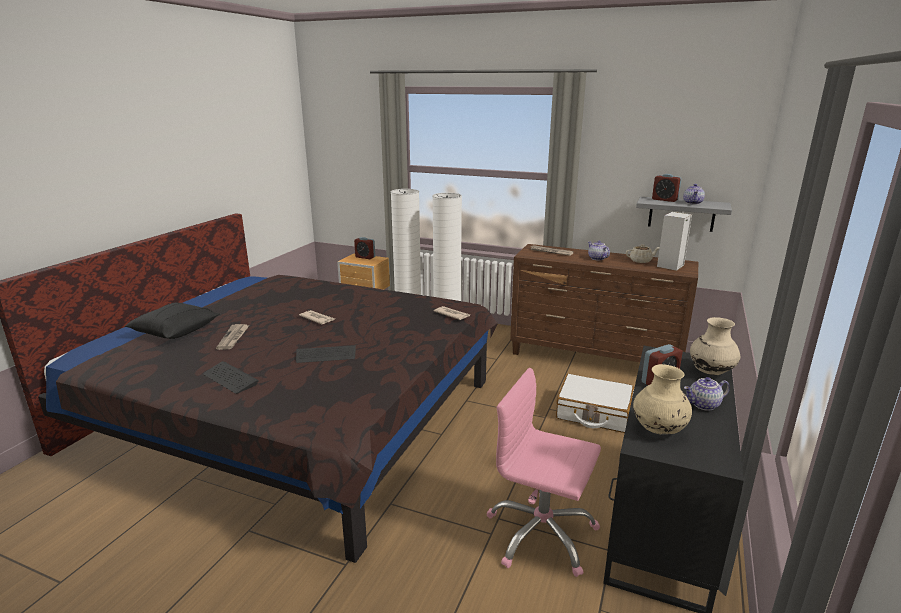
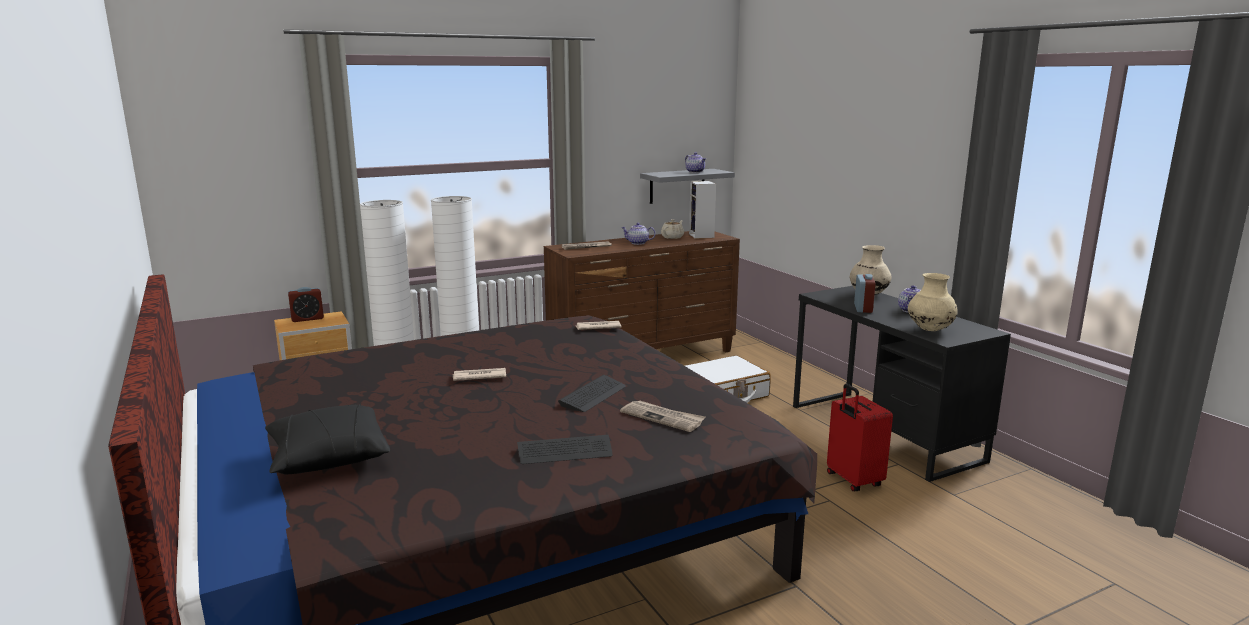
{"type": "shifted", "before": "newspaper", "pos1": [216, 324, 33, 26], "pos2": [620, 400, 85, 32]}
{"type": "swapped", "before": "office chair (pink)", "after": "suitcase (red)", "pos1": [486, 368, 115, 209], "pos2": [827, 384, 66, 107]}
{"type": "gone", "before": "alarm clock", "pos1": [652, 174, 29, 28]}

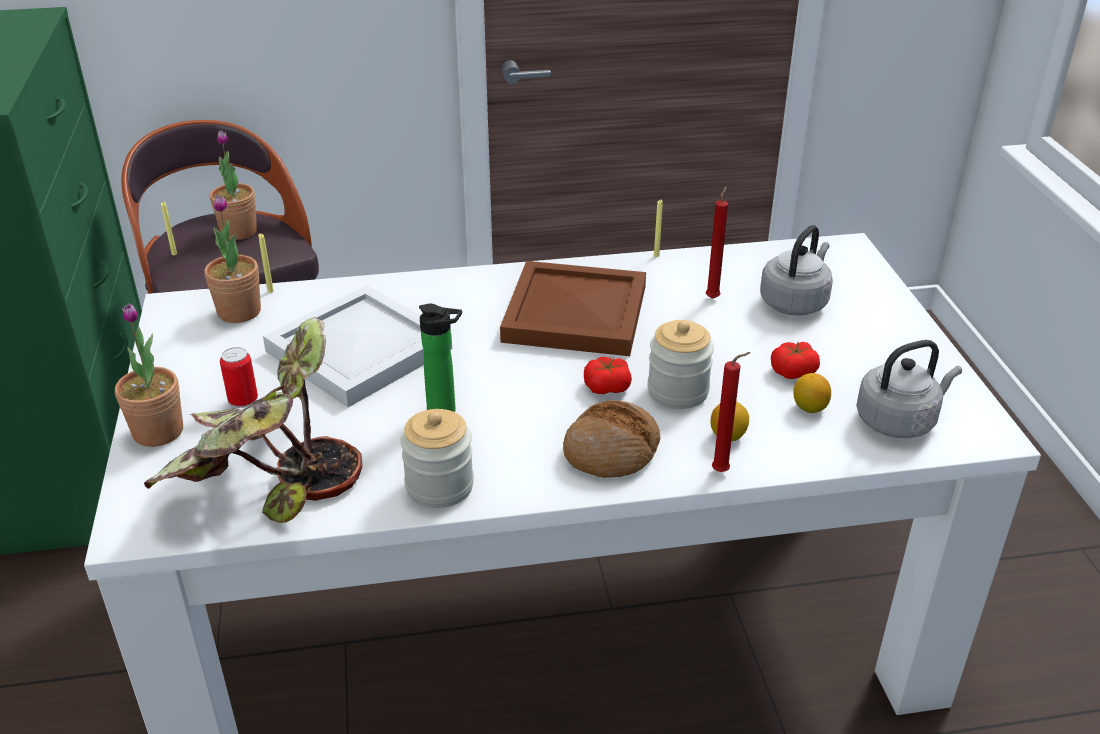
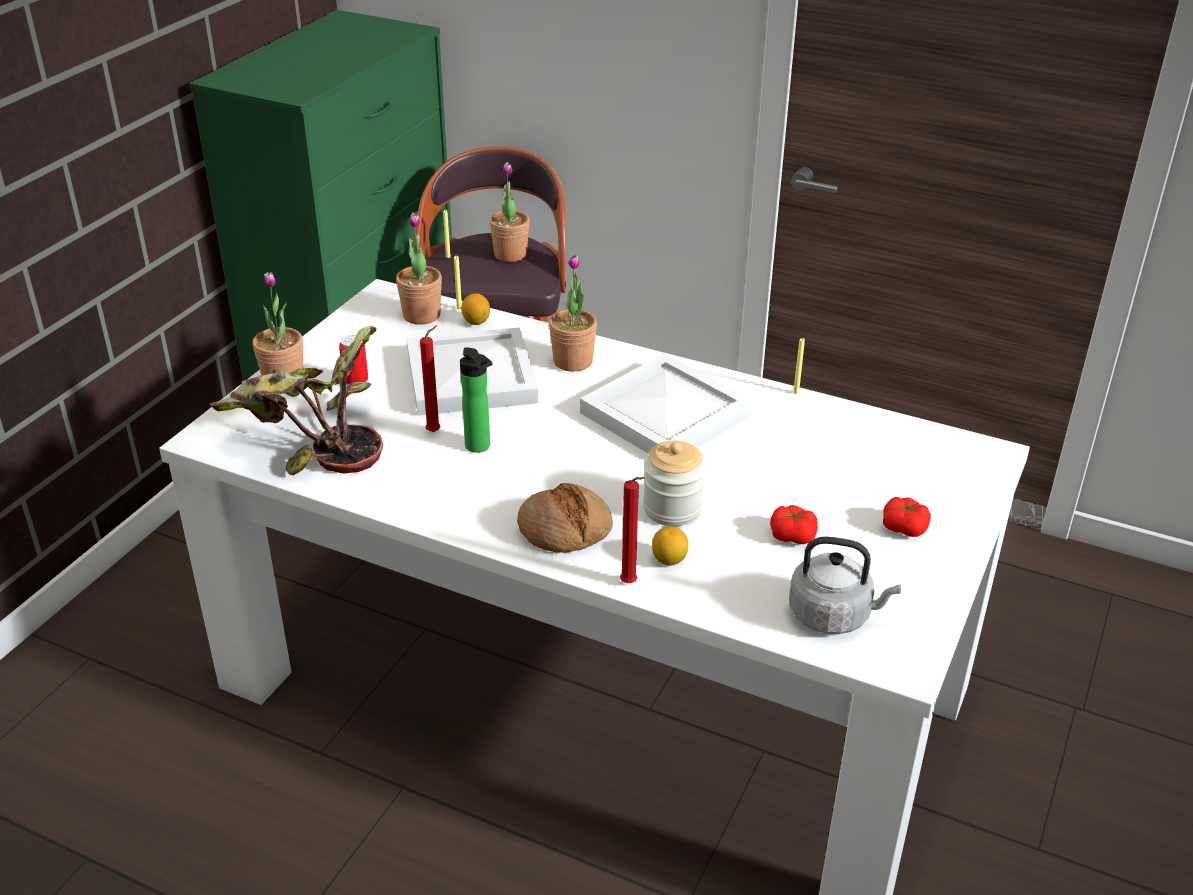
{"type": "shifted", "before": "candle (red)", "pos1": [706, 186, 22, 113], "pos2": [420, 325, 20, 107]}
{"type": "shifted", "before": "lemon", "pos1": [793, 373, 38, 40], "pos2": [461, 293, 29, 32]}
{"type": "new", "after": "potted plant", "pos2": [549, 254, 48, 118]}
{"type": "repainted", "before": "tray (brown)", "after": "tray (white)", "pos1": [500, 261, 146, 95], "pos2": [580, 354, 173, 100]}
{"type": "shifted", "before": "tomato", "pos1": [584, 357, 48, 37], "pos2": [883, 497, 48, 40]}
{"type": "gone", "before": "jar", "pos1": [400, 409, 74, 99]}
{"type": "gone", "before": "kettle (grey)", "pos1": [760, 225, 73, 91]}

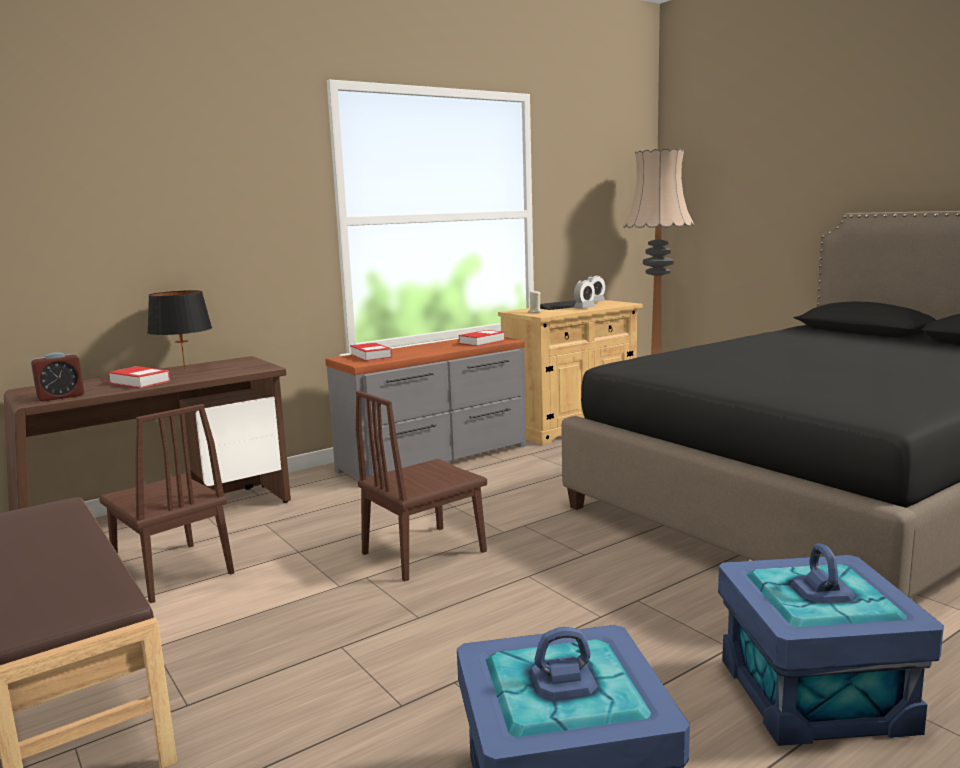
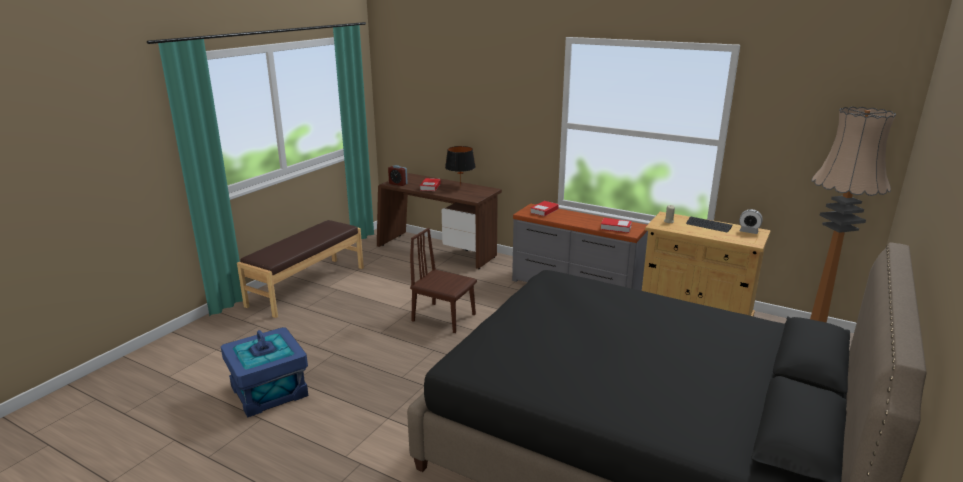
{"type": "gone", "before": "chair (brown)", "pos1": [99, 404, 135, 199]}
{"type": "gone", "before": "alarm clock", "pos1": [574, 280, 21, 29]}
{"type": "gone", "before": "storage box (blue)", "pos1": [718, 543, 226, 203]}

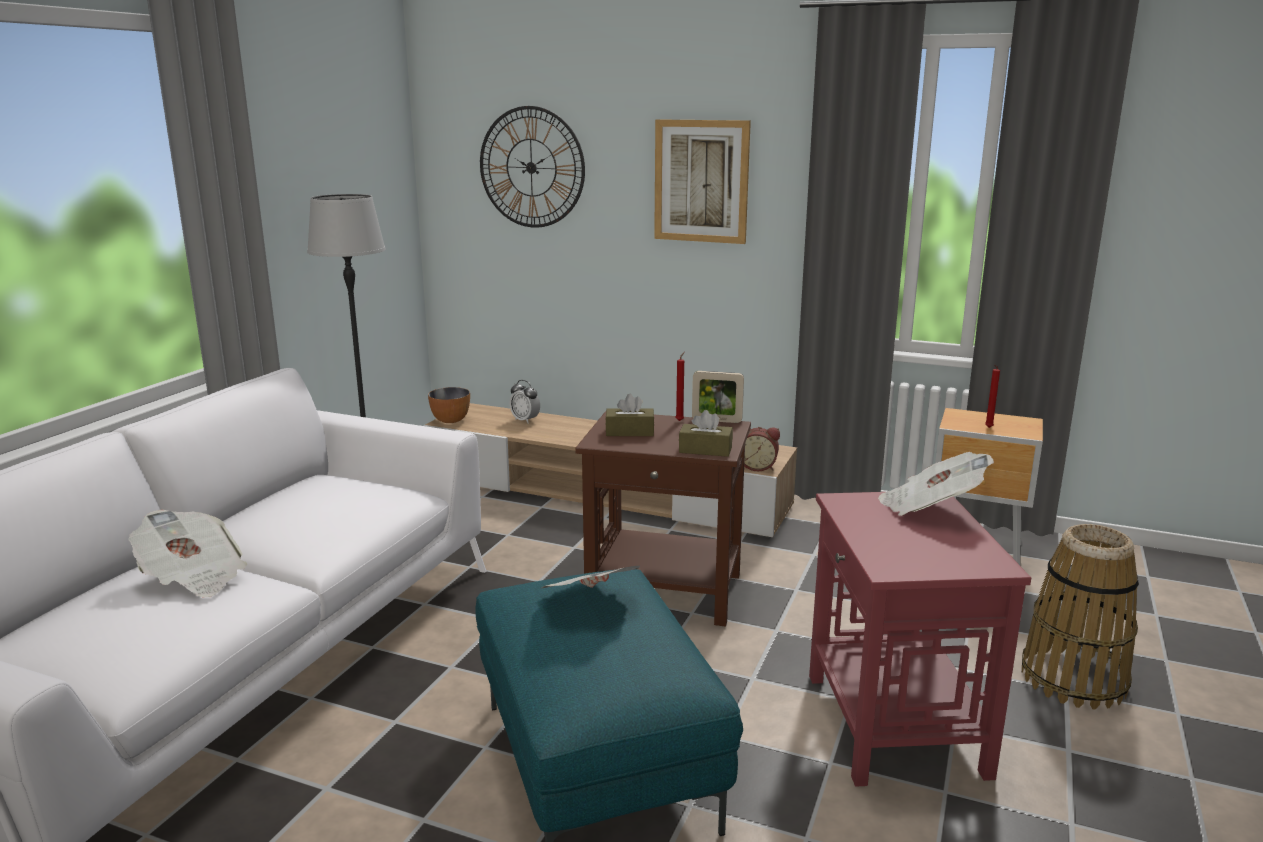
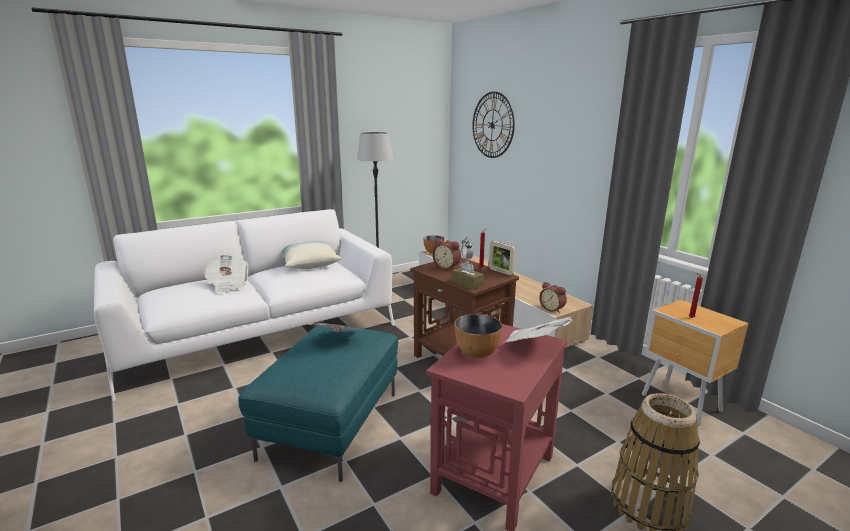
{"type": "new", "after": "pillow", "pos2": [283, 241, 59, 28]}
{"type": "swapped", "before": "tissue box (brown)", "after": "alarm clock", "pos1": [605, 394, 49, 42], "pos2": [433, 238, 28, 32]}
{"type": "new", "after": "bowl", "pos2": [454, 314, 48, 44]}
{"type": "gone", "before": "picture", "pos1": [654, 119, 97, 125]}

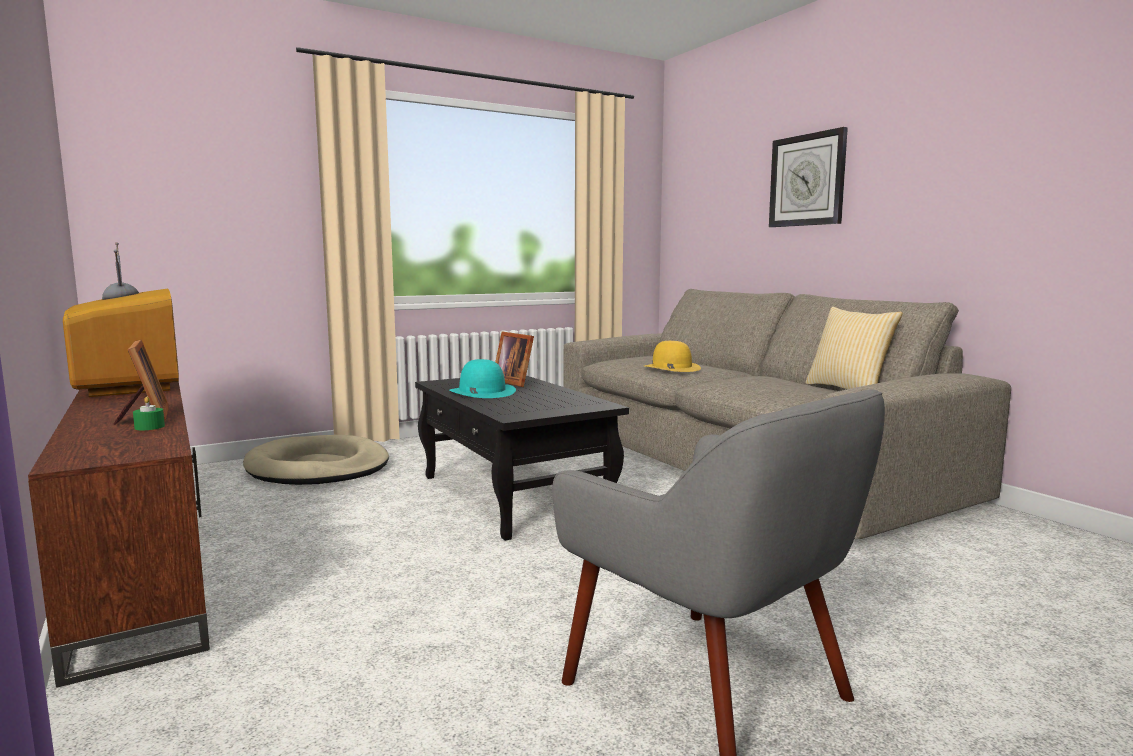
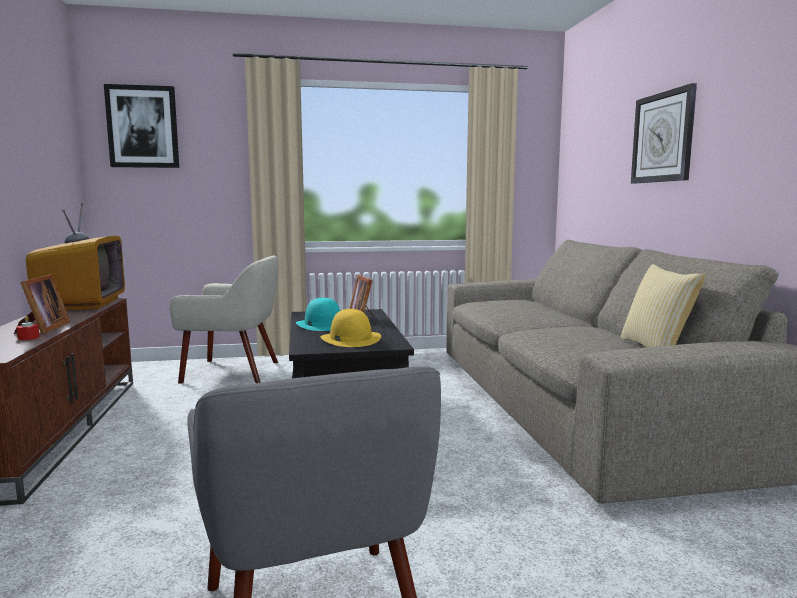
{"type": "repainted", "before": "candle (green)", "after": "candle (red)", "pos1": [133, 397, 32, 33], "pos2": [16, 316, 24, 24]}
{"type": "new", "after": "picture", "pos2": [104, 84, 75, 84]}
{"type": "swapped", "before": "dog bed (beige)", "after": "armchair (beige)", "pos1": [243, 435, 146, 50], "pos2": [170, 256, 108, 128]}
{"type": "shifted", "before": "hat (yellow)", "pos1": [645, 341, 56, 31], "pos2": [321, 309, 60, 38]}

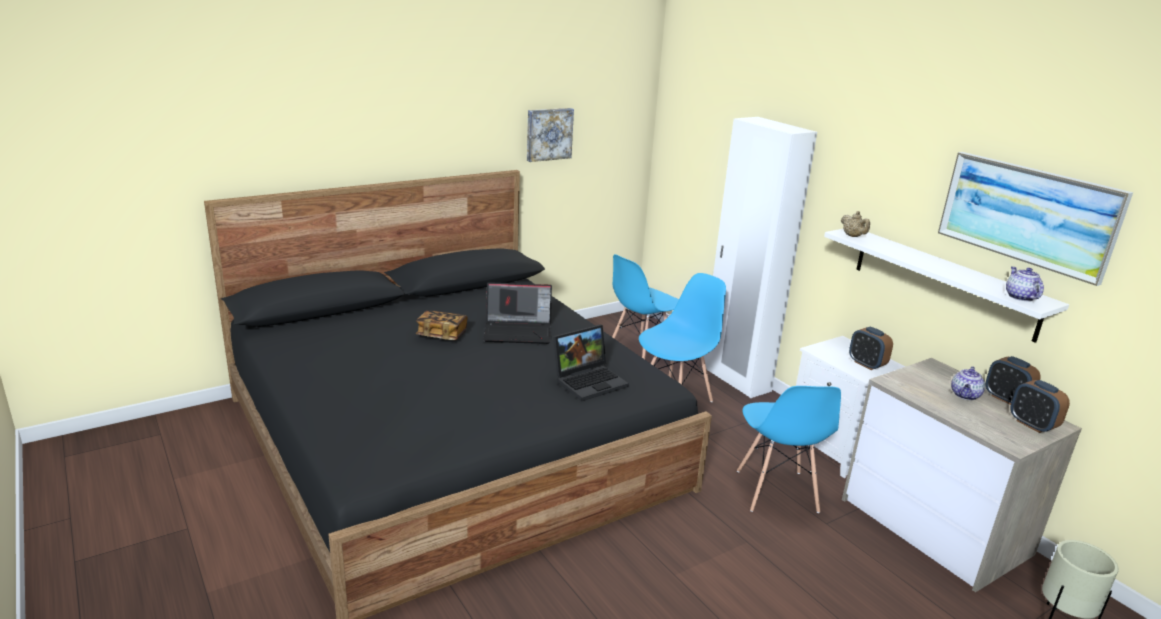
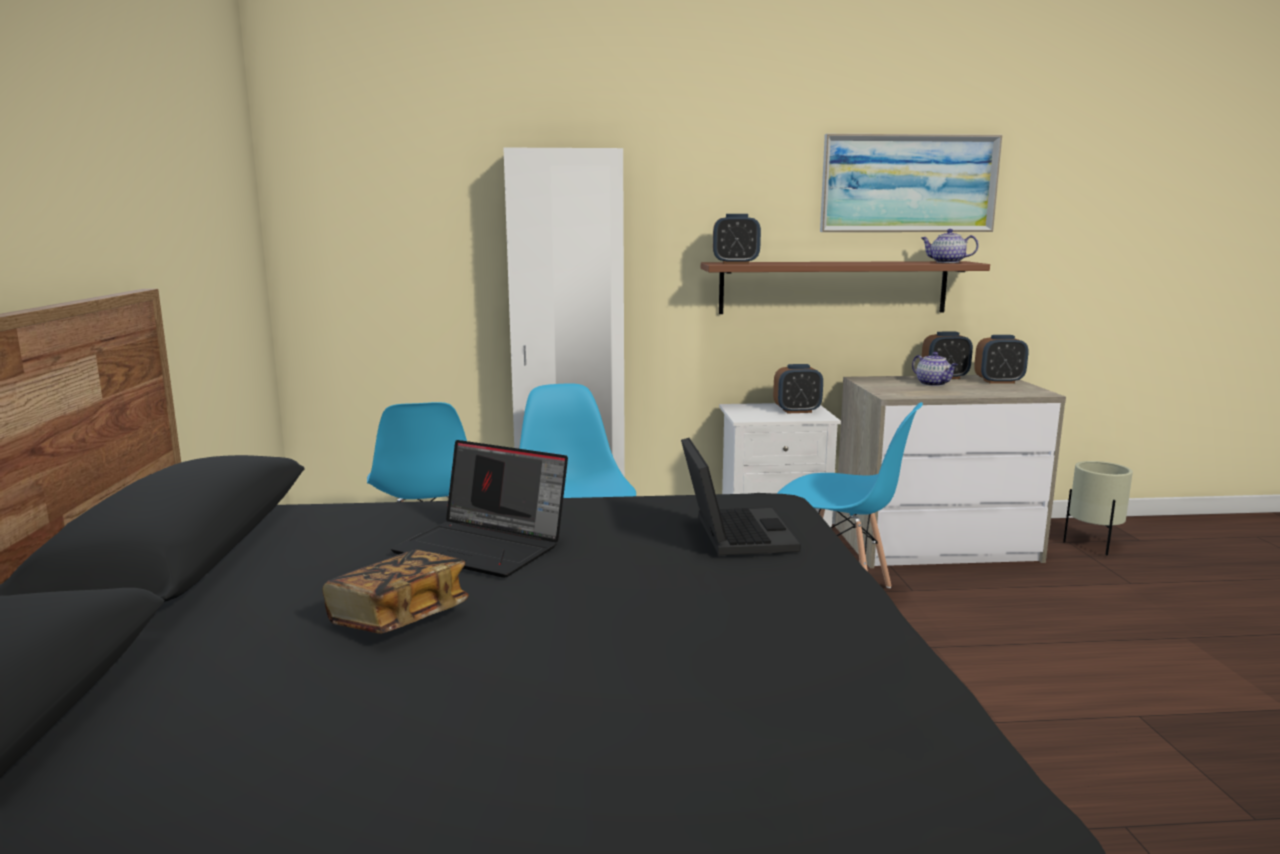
{"type": "rotated", "before": "laptop", "pos1": [483, 282, 69, 62], "pos2": [391, 440, 177, 138], "turn": 90}
{"type": "repainted", "before": "shelf (white)", "after": "shelf (brown)", "pos1": [824, 229, 245, 114], "pos2": [701, 261, 289, 53]}
{"type": "swapped", "before": "teapot (beige)", "after": "alarm clock", "pos1": [841, 211, 29, 26], "pos2": [713, 214, 48, 50]}
{"type": "gone", "before": "picture", "pos1": [527, 108, 47, 54]}

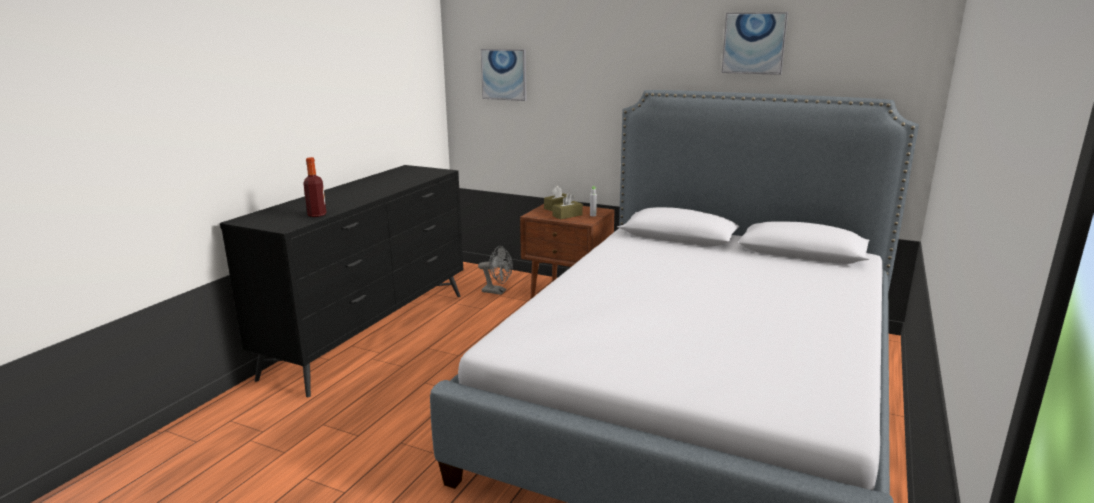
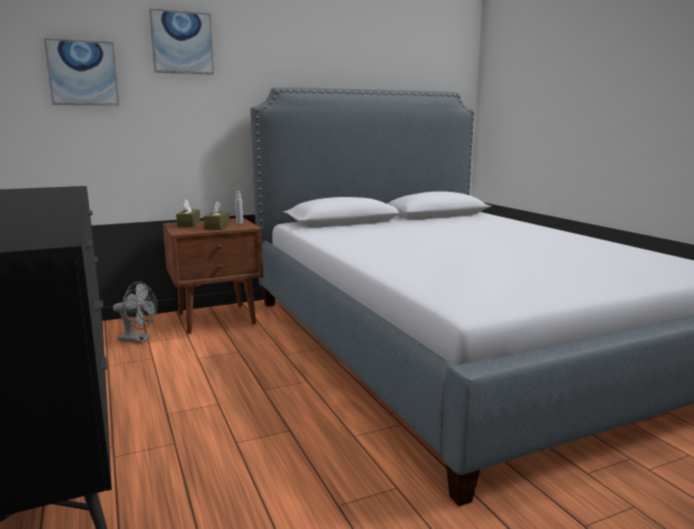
{"type": "rotated", "before": "fan (grey)", "pos1": [478, 246, 34, 49], "pos2": [113, 281, 45, 62], "turn": 45}
{"type": "shifted", "before": "picture", "pos1": [722, 12, 66, 63], "pos2": [149, 9, 65, 66]}
{"type": "gone", "before": "bottle", "pos1": [303, 157, 23, 60]}

